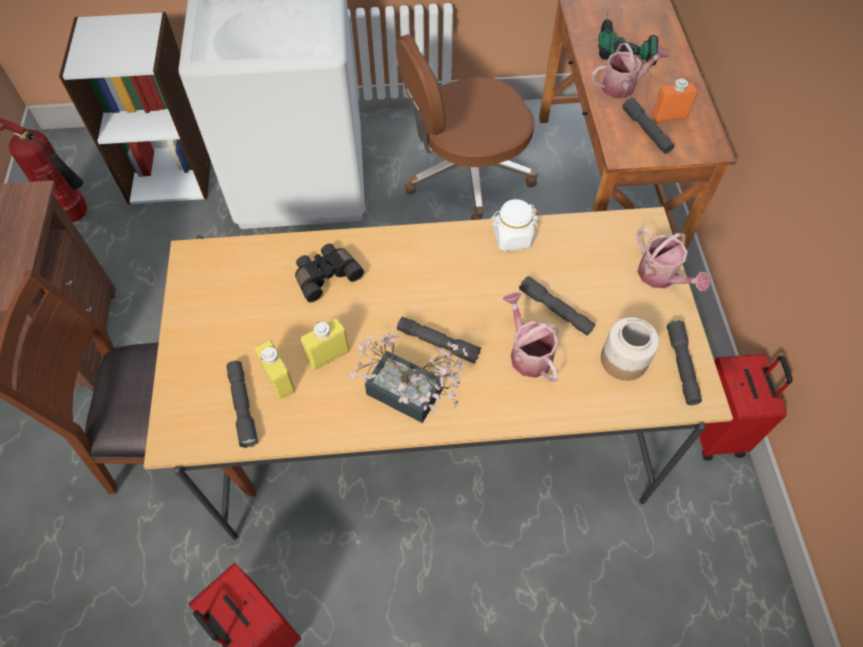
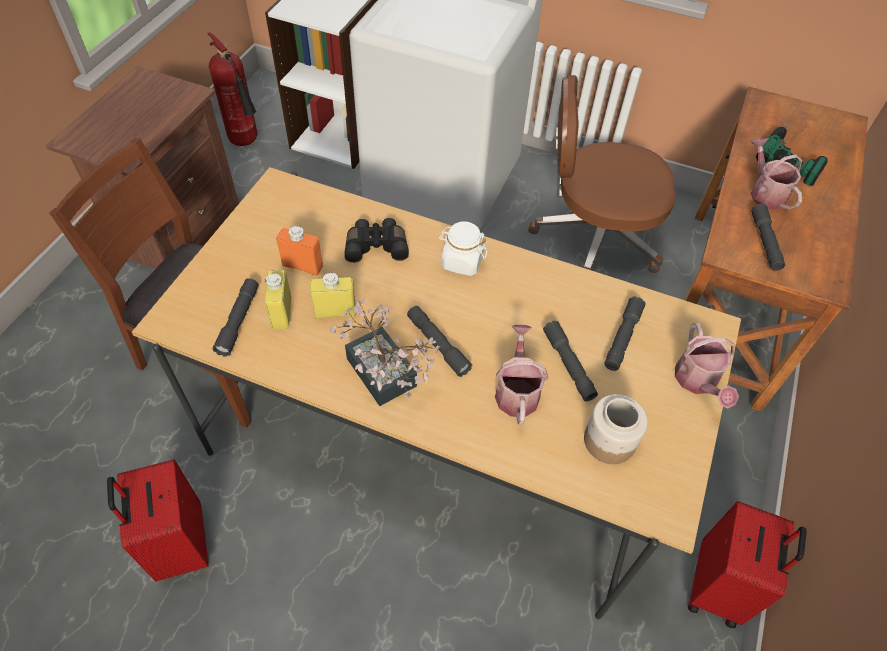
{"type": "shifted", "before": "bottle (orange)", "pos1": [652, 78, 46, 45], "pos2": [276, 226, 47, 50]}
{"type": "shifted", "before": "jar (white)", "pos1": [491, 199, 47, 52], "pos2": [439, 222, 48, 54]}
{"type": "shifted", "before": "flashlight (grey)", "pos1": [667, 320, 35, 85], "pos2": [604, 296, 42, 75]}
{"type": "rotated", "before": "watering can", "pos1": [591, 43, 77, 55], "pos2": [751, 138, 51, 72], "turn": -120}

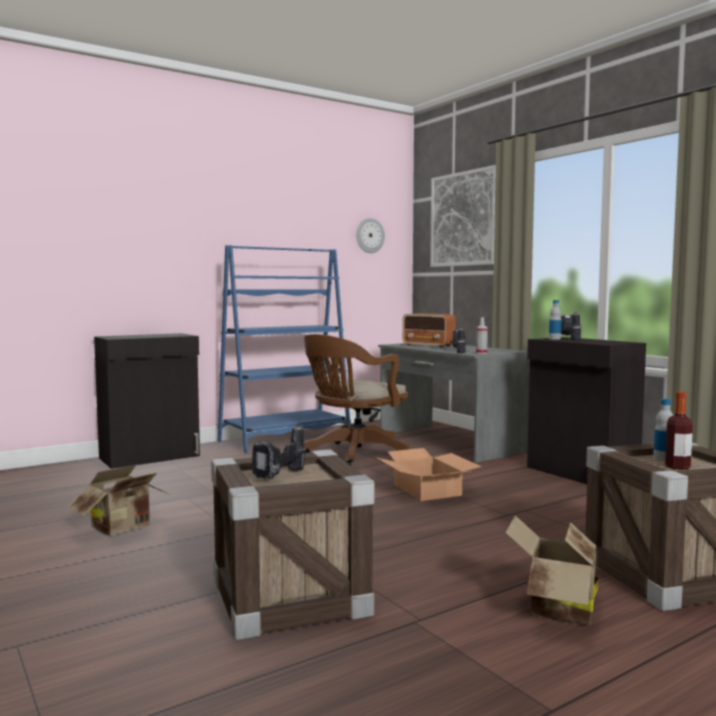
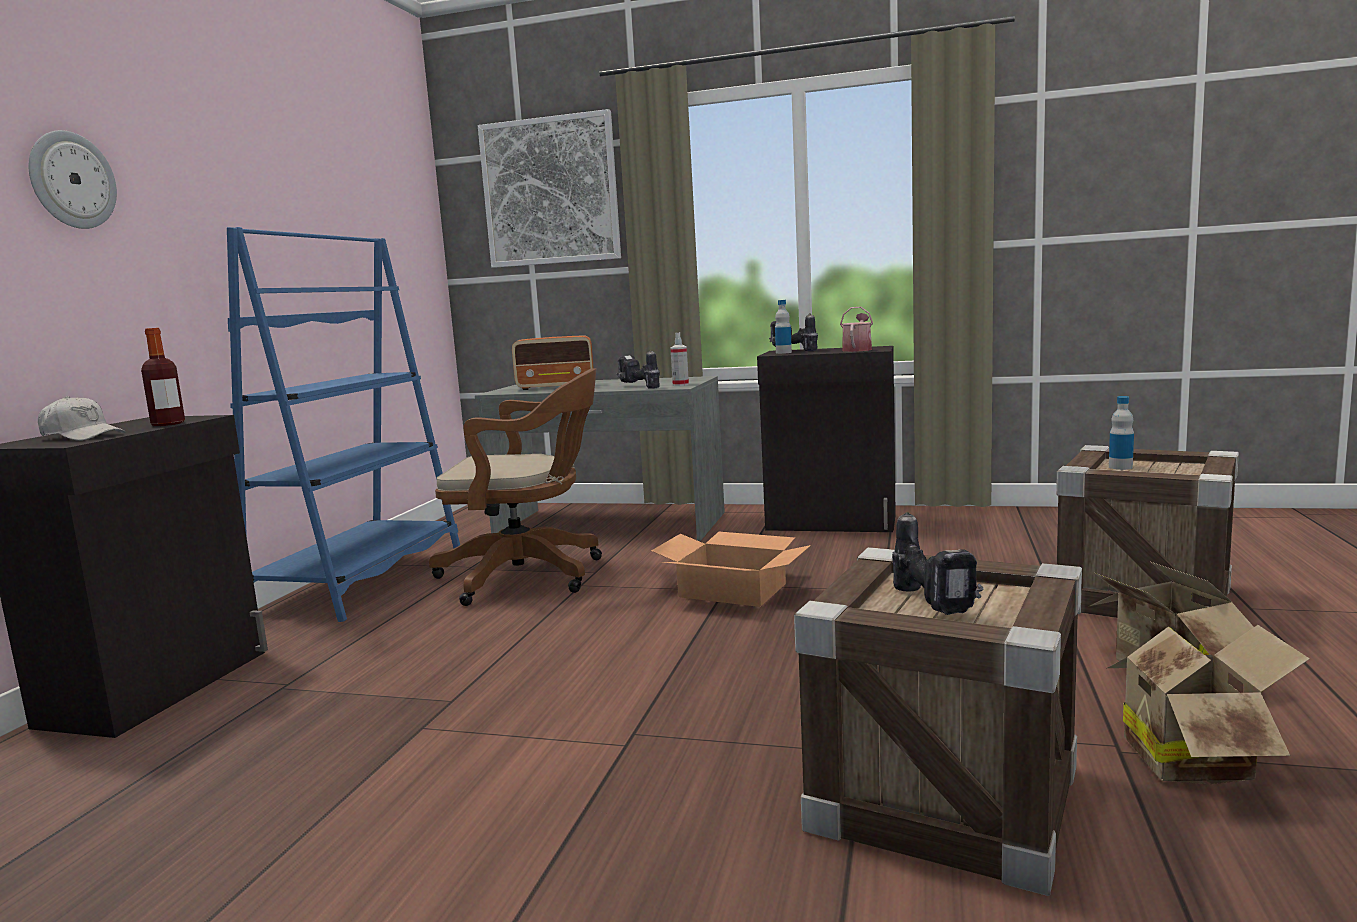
{"type": "shifted", "before": "wall clock", "pos1": [356, 218, 29, 35], "pos2": [29, 130, 88, 99]}
{"type": "new", "after": "cap (white)", "pos2": [38, 396, 88, 45]}
{"type": "shifted", "before": "bottle", "pos1": [665, 391, 28, 79], "pos2": [141, 328, 44, 98]}
{"type": "rotated", "before": "office chair (brown)", "pos1": [304, 334, 106, 132], "pos2": [429, 368, 173, 238], "turn": -90}
{"type": "new", "after": "watering can", "pos2": [840, 307, 33, 45]}
{"type": "shifted", "before": "cardboard box", "pos1": [67, 465, 103, 71], "pos2": [1107, 625, 203, 159]}

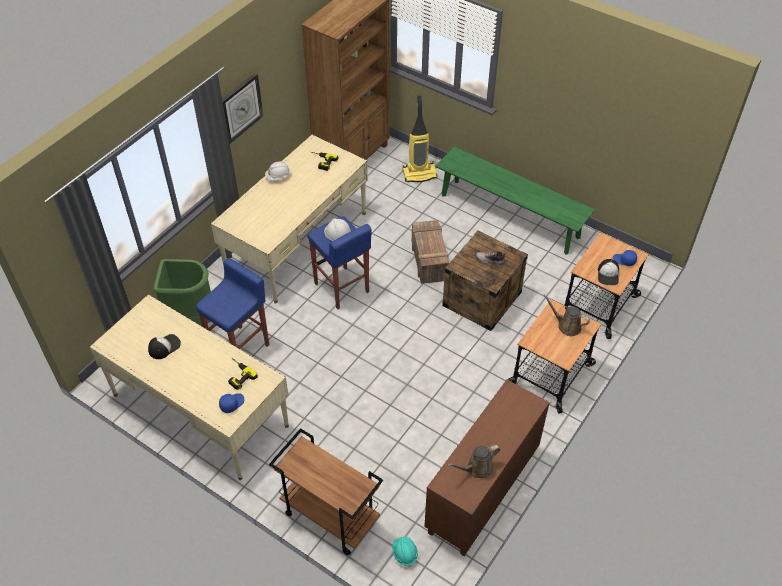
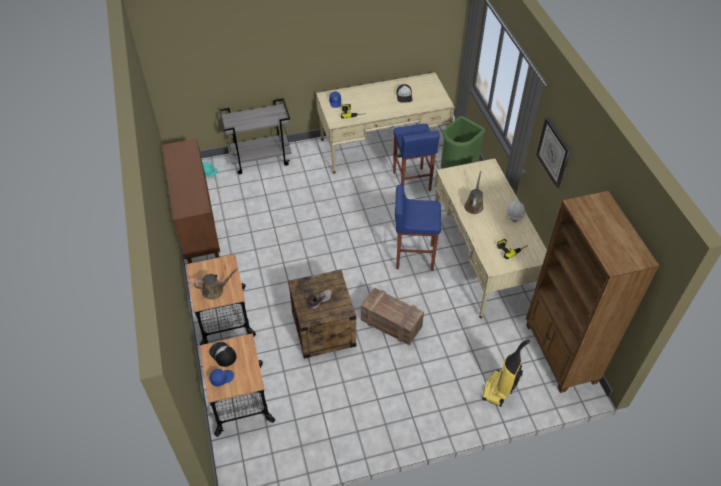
{"type": "repainted", "before": "cart (brown)", "after": "cart (grey)", "pos1": [269, 428, 114, 127], "pos2": [219, 98, 73, 76]}
{"type": "shifted", "before": "watering can (brown)", "pos1": [448, 445, 52, 34], "pos2": [464, 171, 19, 43]}
{"type": "gone", "before": "hard hat (white)", "pos1": [324, 218, 27, 23]}
{"type": "gone", "before": "bench (green)", "pos1": [435, 146, 160, 108]}

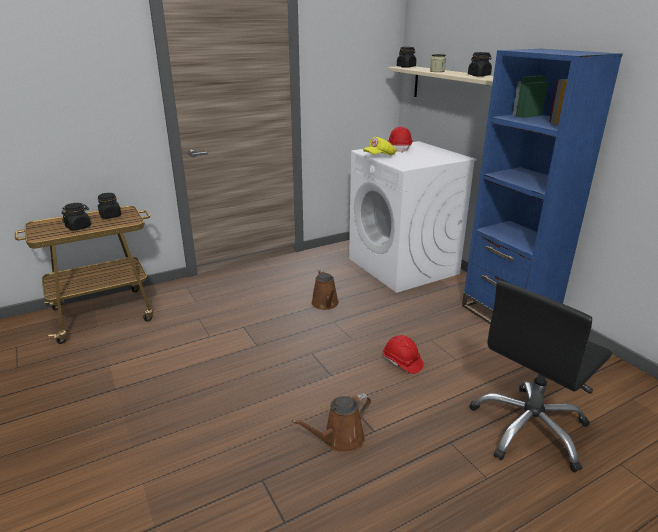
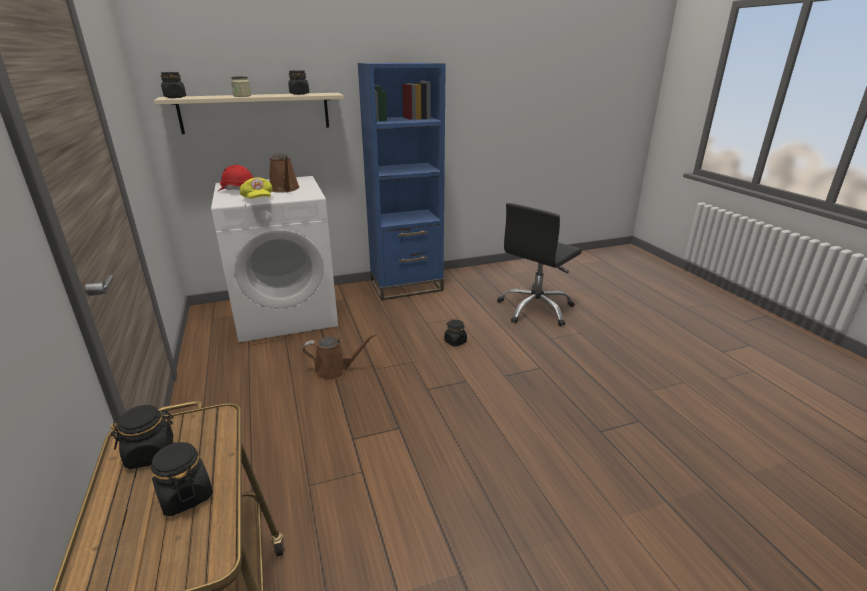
{"type": "shifted", "before": "watering can (brown)", "pos1": [292, 393, 79, 59], "pos2": [269, 153, 31, 40]}
{"type": "swapped", "before": "hard hat (red)", "after": "jar (black)", "pos1": [383, 335, 41, 39], "pos2": [444, 320, 23, 27]}
{"type": "rotated", "before": "office chair (black)", "pos1": [470, 281, 142, 191], "pos2": [497, 203, 85, 123], "turn": 75}

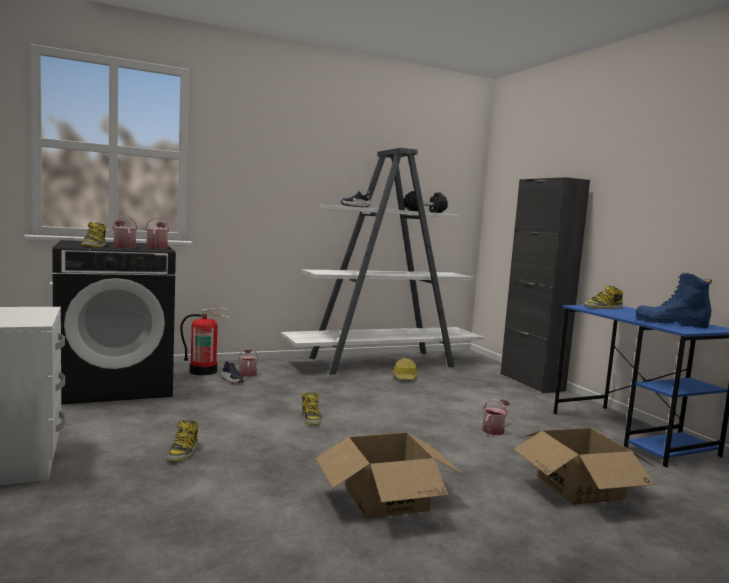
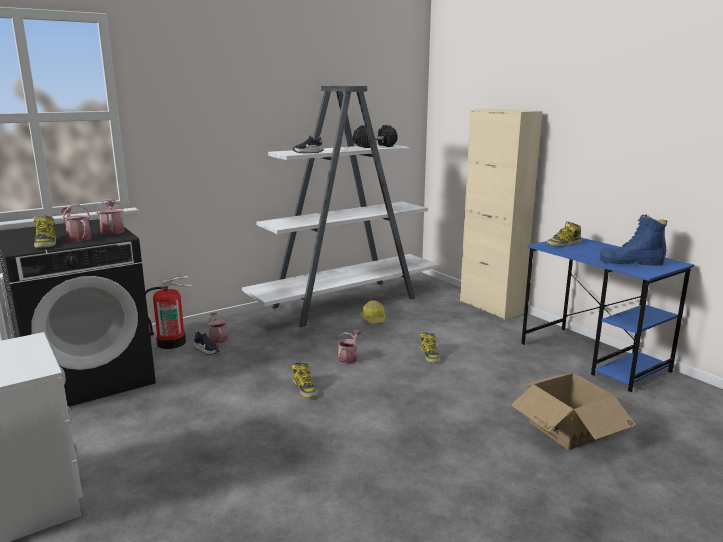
{"type": "shifted", "before": "watering can", "pos1": [482, 399, 28, 36], "pos2": [337, 330, 25, 34]}
{"type": "shifted", "before": "boot", "pos1": [167, 420, 31, 42], "pos2": [420, 332, 20, 31]}
{"type": "repainted", "before": "cabinet (black)", "after": "cabinet (beige)", "pos1": [500, 177, 90, 216], "pos2": [460, 109, 82, 211]}
{"type": "gone", "before": "cardboard box", "pos1": [315, 432, 147, 87]}

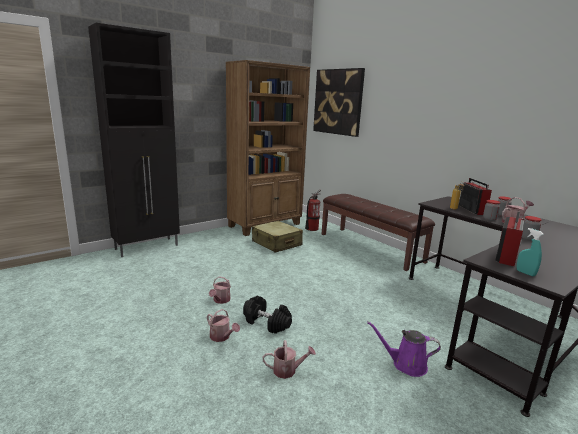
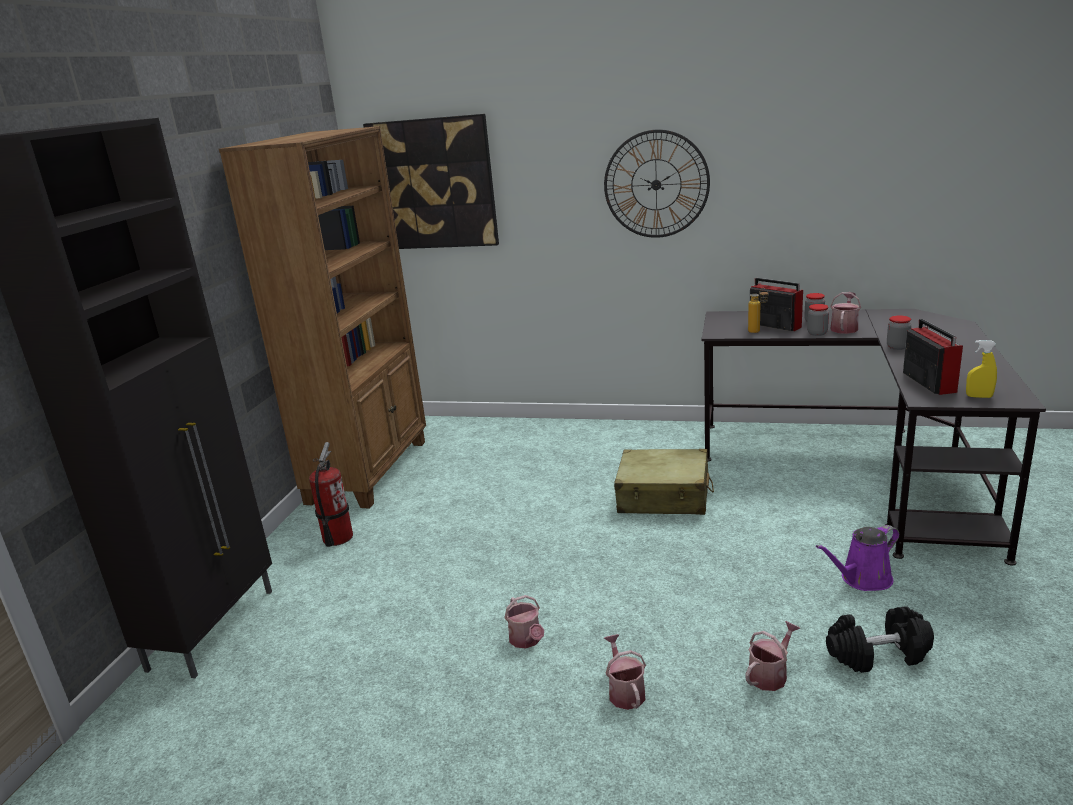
{"type": "shifted", "before": "fire extinguisher", "pos1": [305, 190, 16, 41], "pos2": [309, 442, 44, 105]}
{"type": "new", "after": "wall clock", "pos2": [604, 130, 106, 108]}
{"type": "rotated", "before": "watering can", "pos1": [207, 309, 33, 33], "pos2": [604, 634, 42, 76], "turn": -105}
{"type": "shifted", "before": "suitcase (beige)", "pos1": [252, 221, 51, 32], "pos2": [614, 449, 100, 66]}
{"type": "shifted", "before": "dumbbell (black)", "pos1": [243, 296, 49, 38], "pos2": [826, 606, 108, 67]}
{"type": "repainted", "before": "spray bottle (turquoise)", "after": "spray bottle (yellow)", "pos1": [516, 228, 28, 48], "pos2": [966, 340, 31, 58]}
{"type": "gone", "before": "bench (brown)", "pos1": [322, 194, 113, 77]}

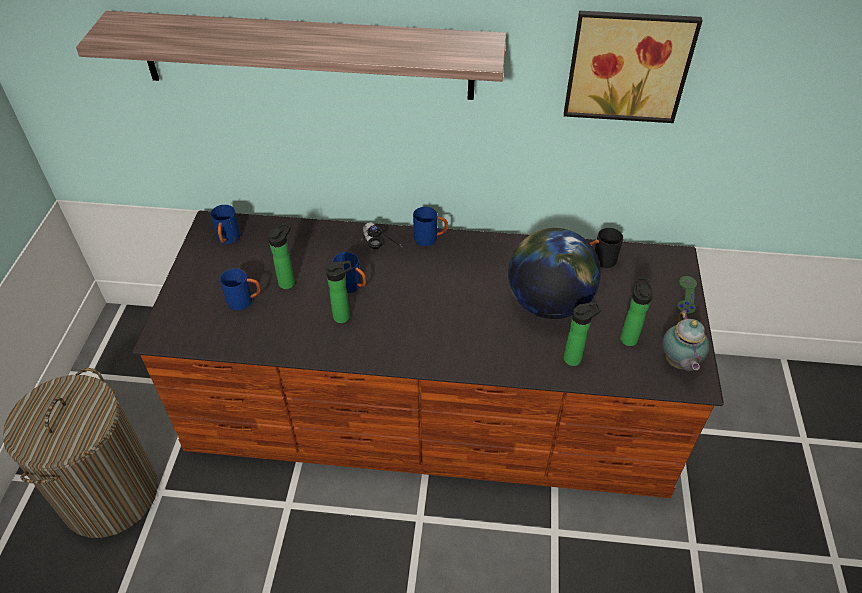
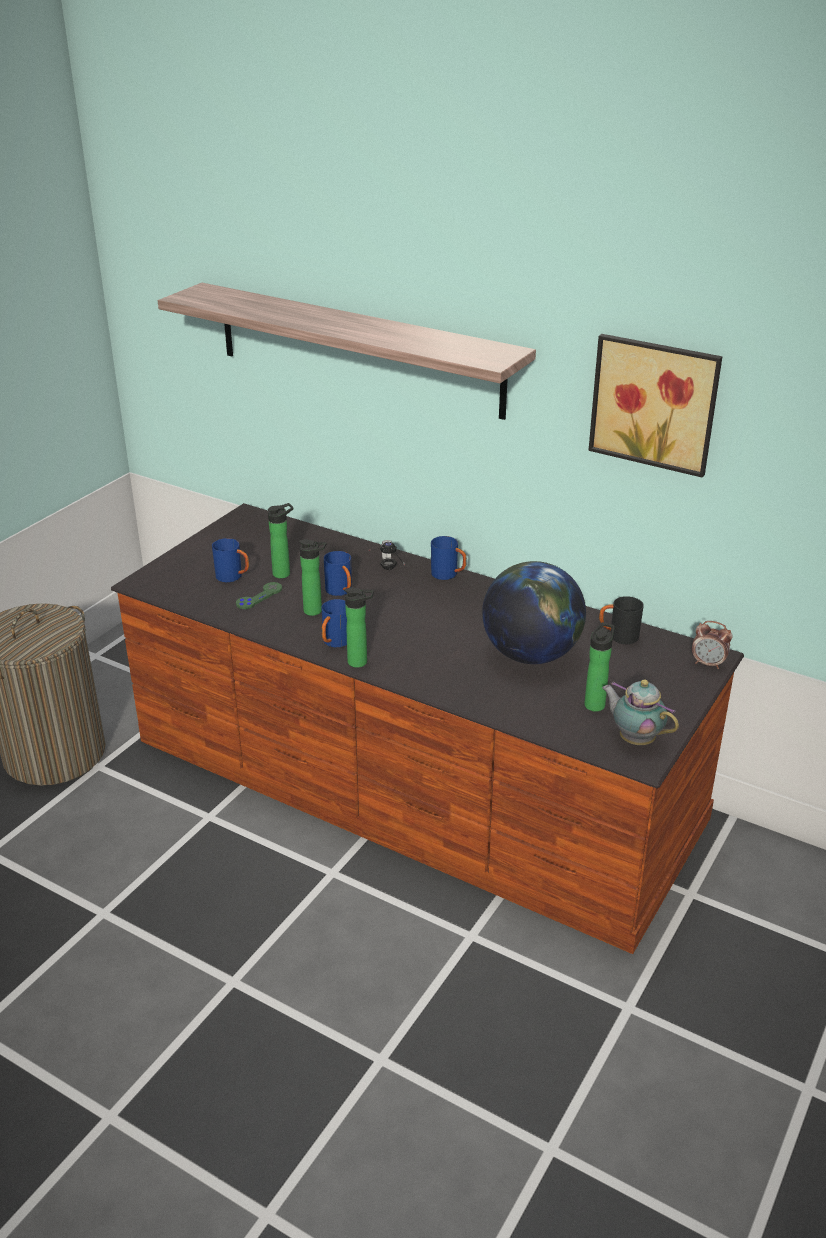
{"type": "shifted", "before": "game controller (green)", "pos1": [677, 276, 20, 39], "pos2": [236, 582, 46, 27]}
{"type": "shifted", "before": "mug (blue)", "pos1": [210, 205, 31, 39], "pos2": [321, 599, 26, 49]}
{"type": "shifted", "before": "bottle", "pos1": [564, 301, 37, 65], "pos2": [344, 587, 30, 81]}
{"type": "rotated", "before": "teapot", "pos1": [662, 309, 47, 62], "pos2": [602, 679, 77, 66], "turn": 105}
{"type": "new", "after": "alarm clock", "pos2": [692, 621, 41, 48]}

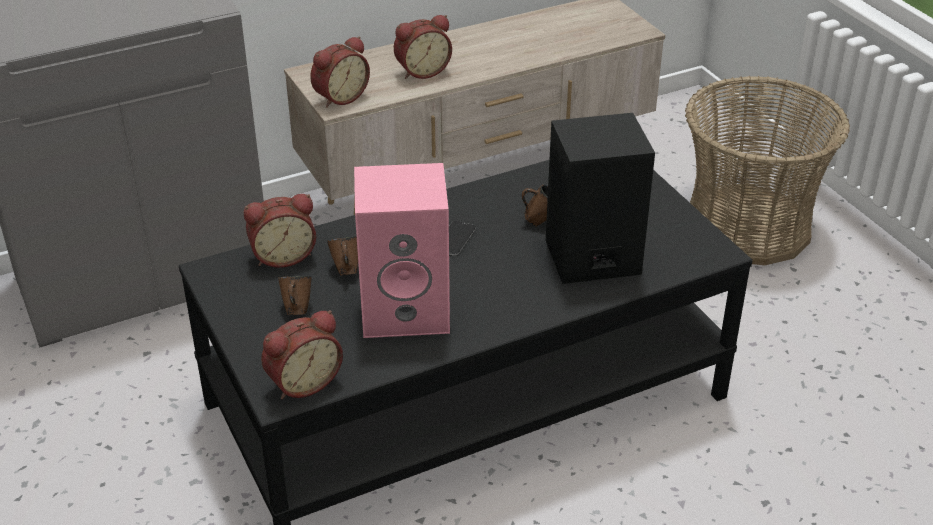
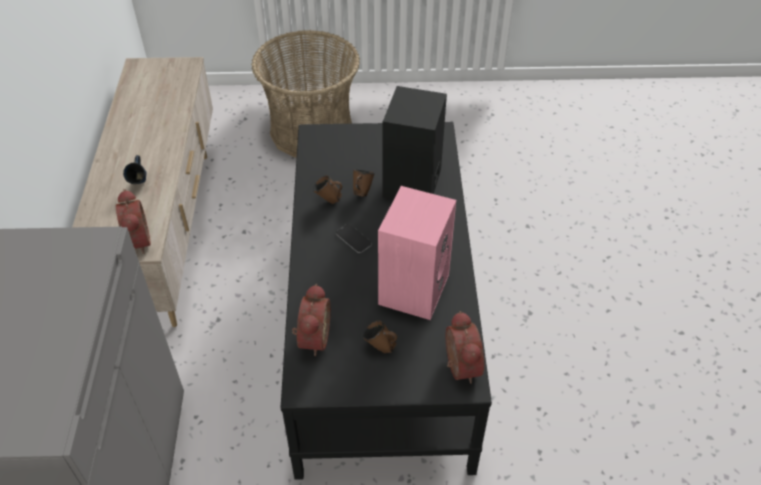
{"type": "swapped", "before": "alarm clock", "after": "mug (blue)", "pos1": [394, 15, 58, 64], "pos2": [123, 155, 23, 29]}
{"type": "shifted", "before": "mug (brown)", "pos1": [327, 236, 31, 40], "pos2": [313, 175, 29, 29]}

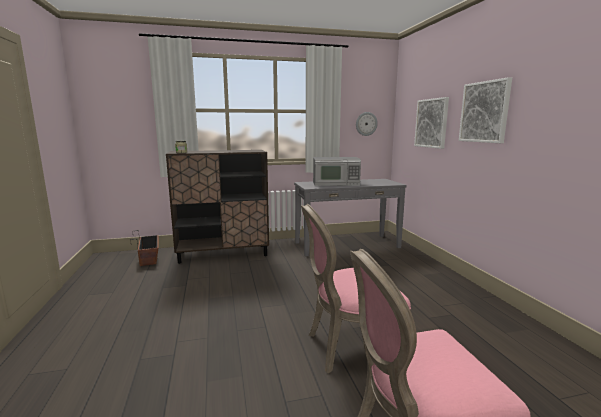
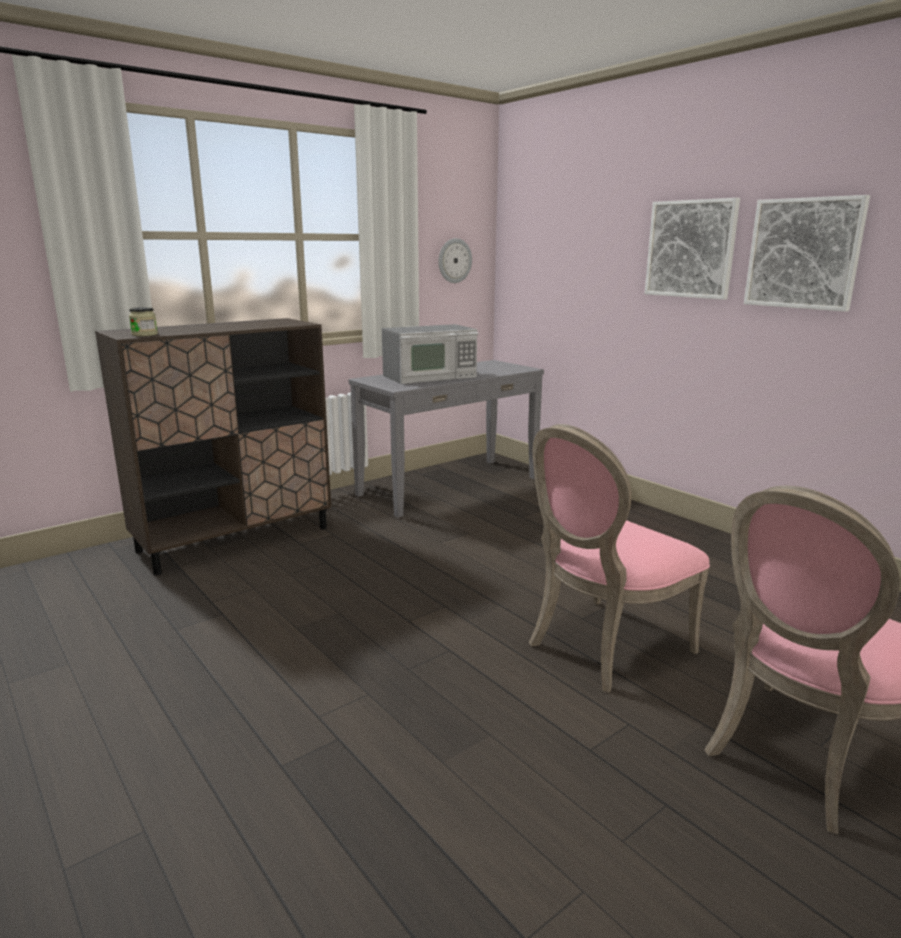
{"type": "shifted", "before": "picture", "pos1": [414, 97, 35, 52], "pos2": [744, 195, 126, 117]}
{"type": "gone", "before": "planter", "pos1": [130, 230, 28, 36]}

